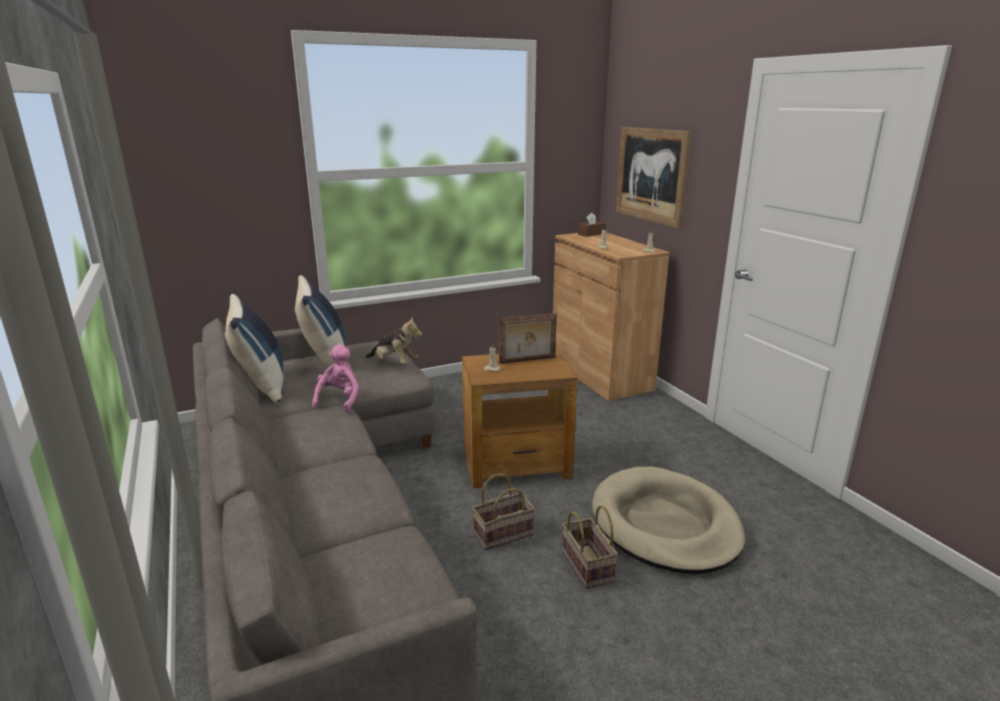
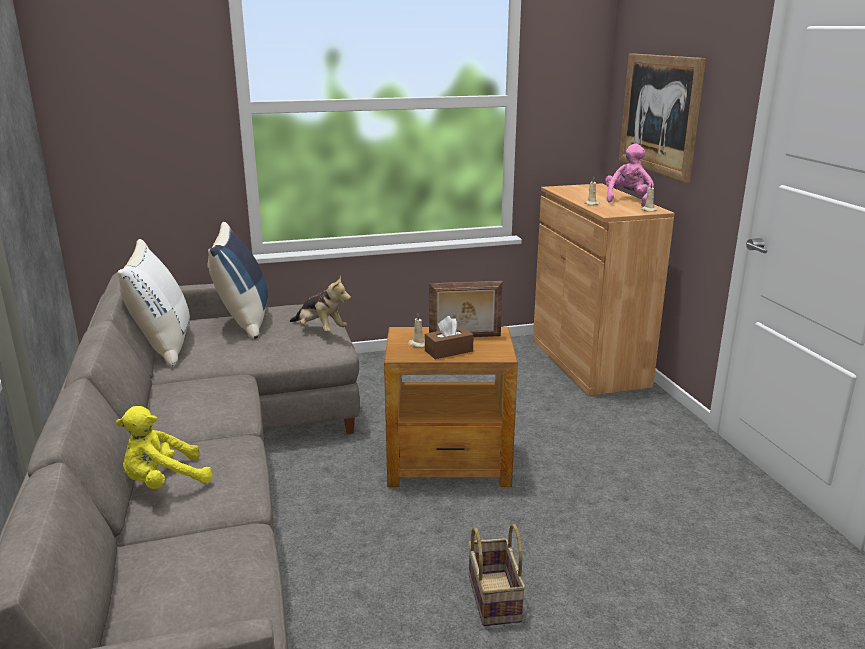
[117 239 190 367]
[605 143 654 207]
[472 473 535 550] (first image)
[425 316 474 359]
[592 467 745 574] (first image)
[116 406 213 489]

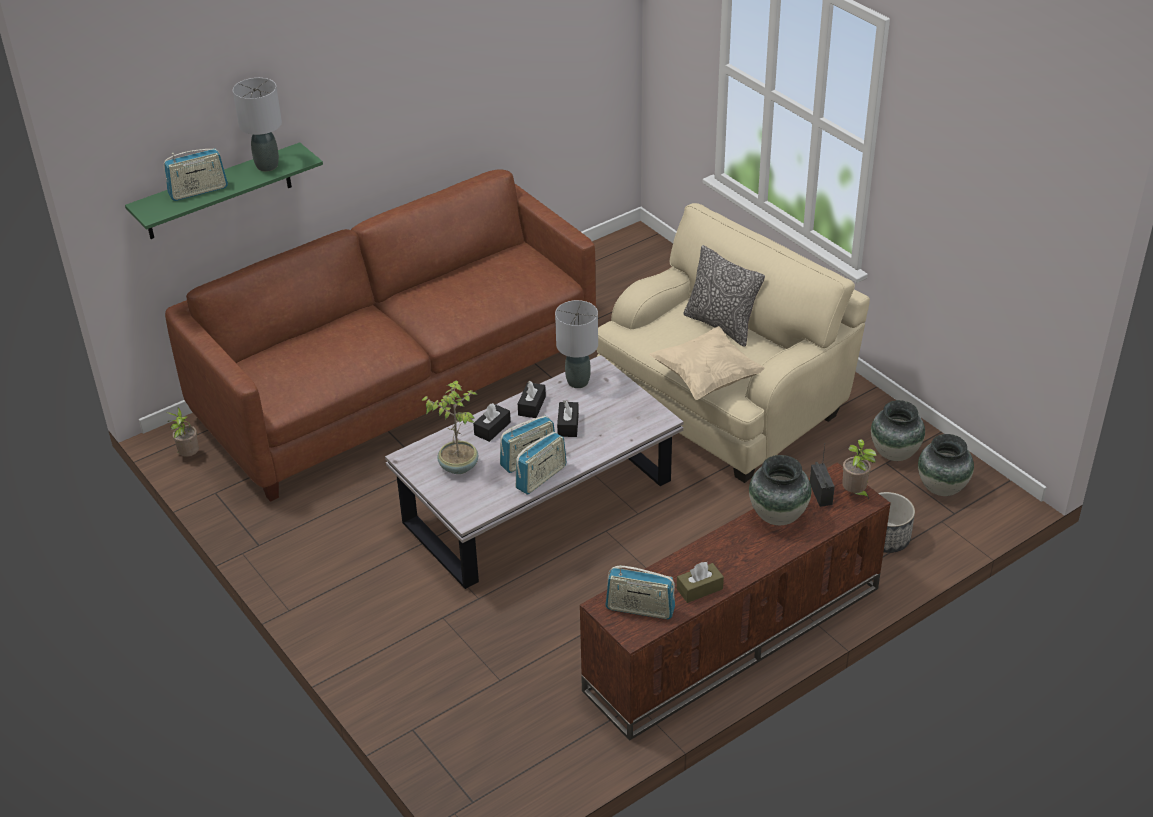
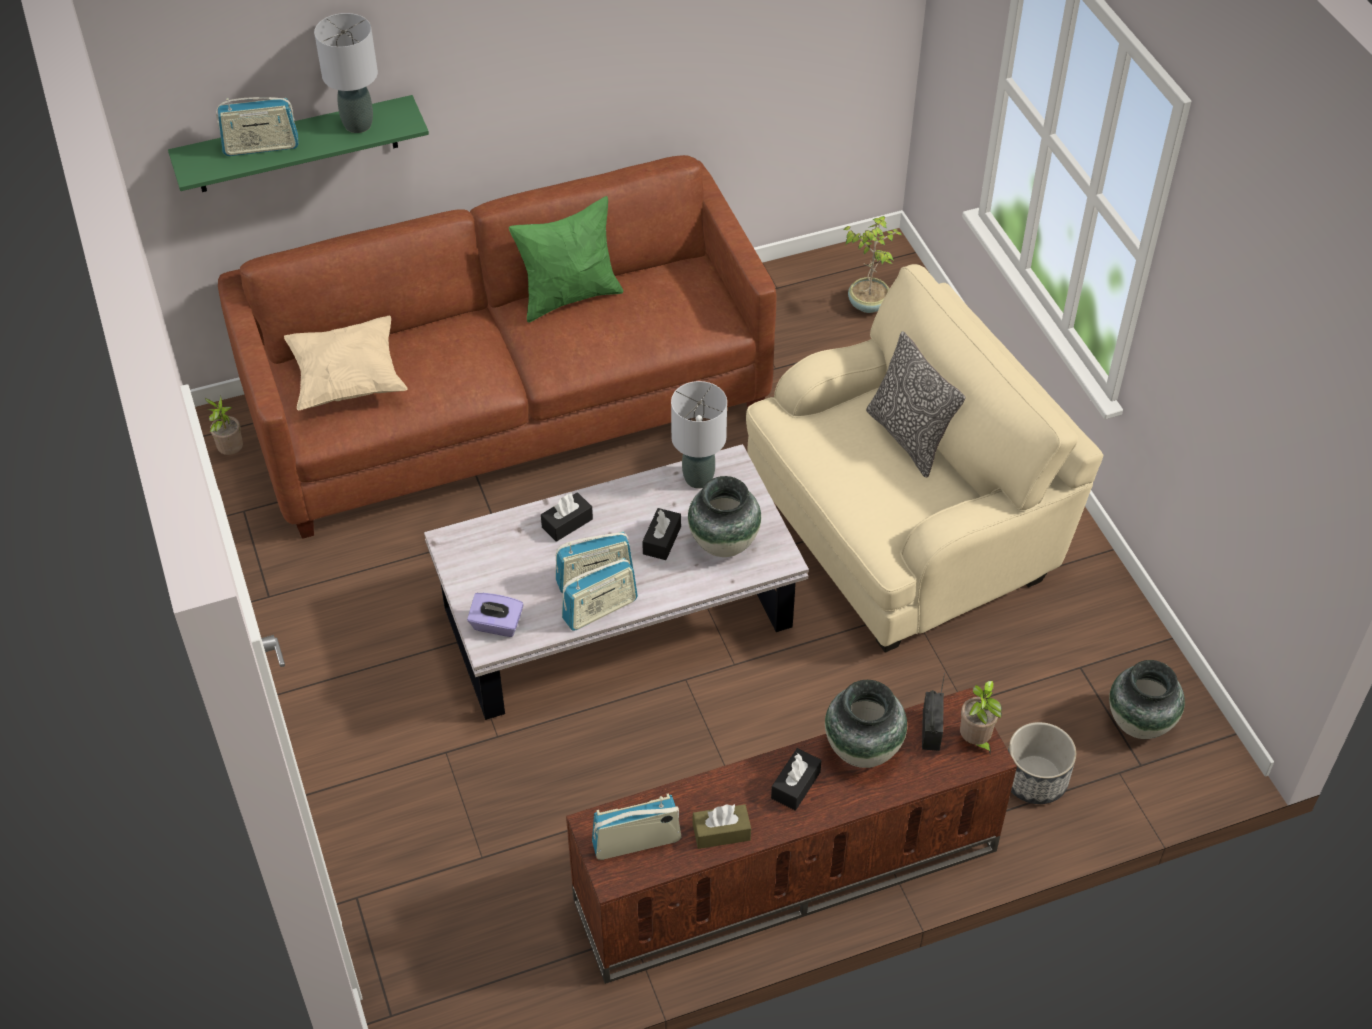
[843 216 903 313]
[771 748 822 811]
[592 793 681 860]
[284 316 408 410]
[688 476 761 557]
[467 593 524 637]
[509 196 623 323]

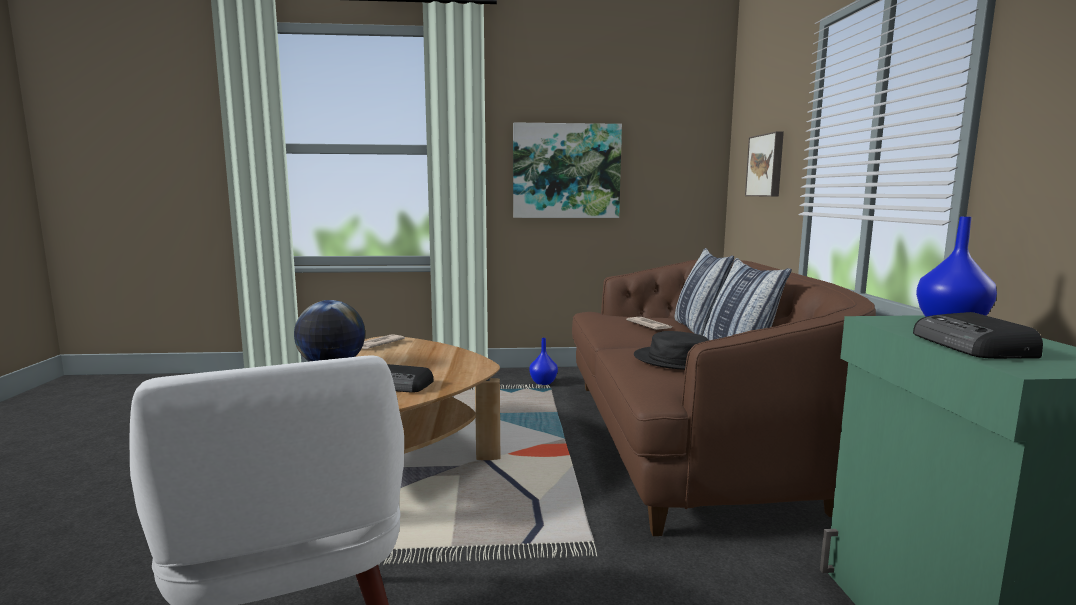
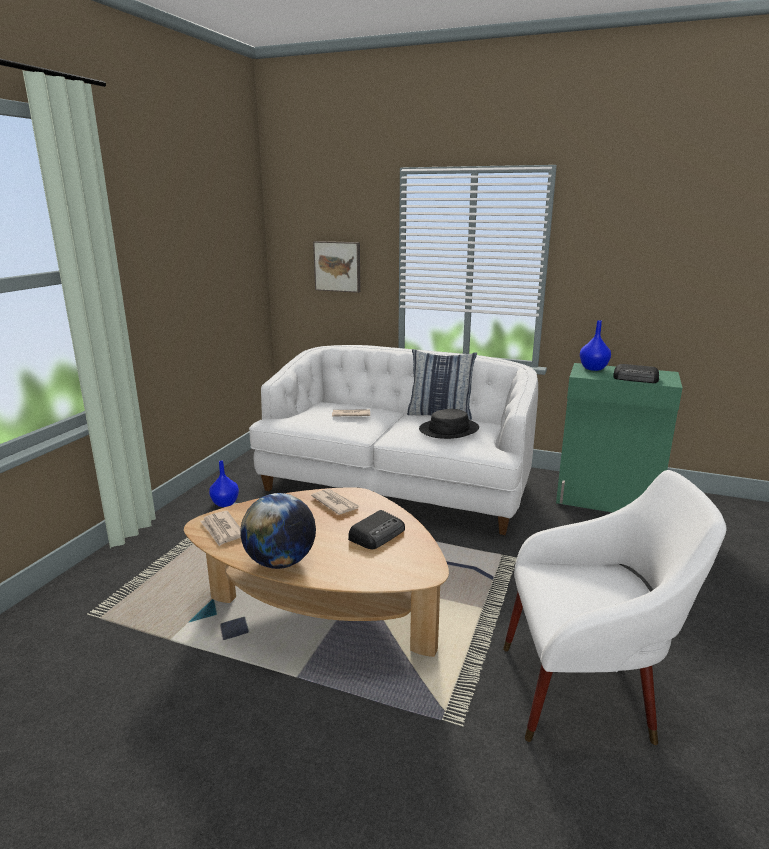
[513 122 622 218] (first image)
[249 345 538 535]
[674 248 734 336] (first image)
[311 489 360 515]

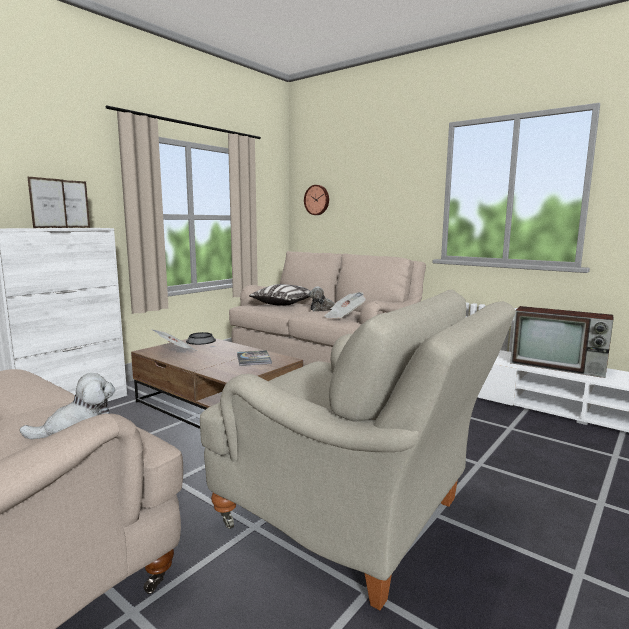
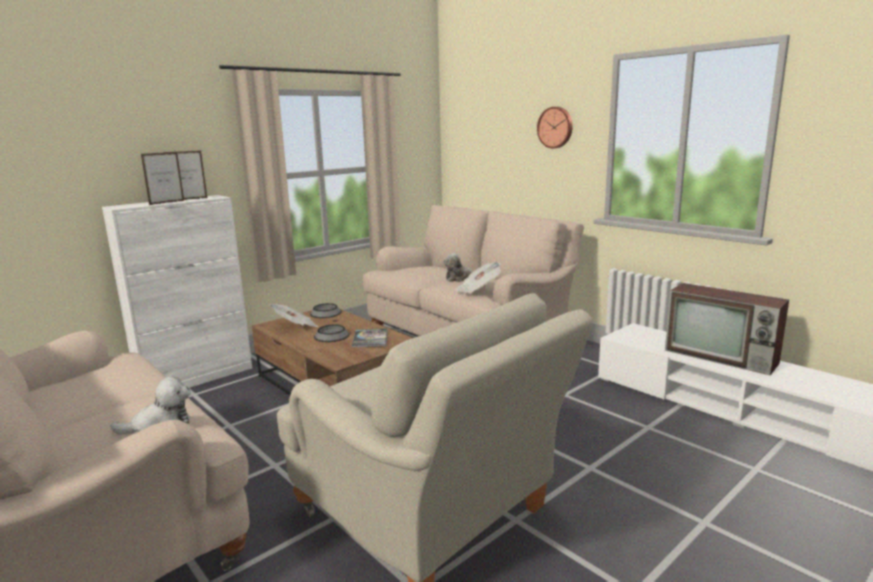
[249 284 311 306] (first image)
[537 107 573 148]
[314 324 349 342]

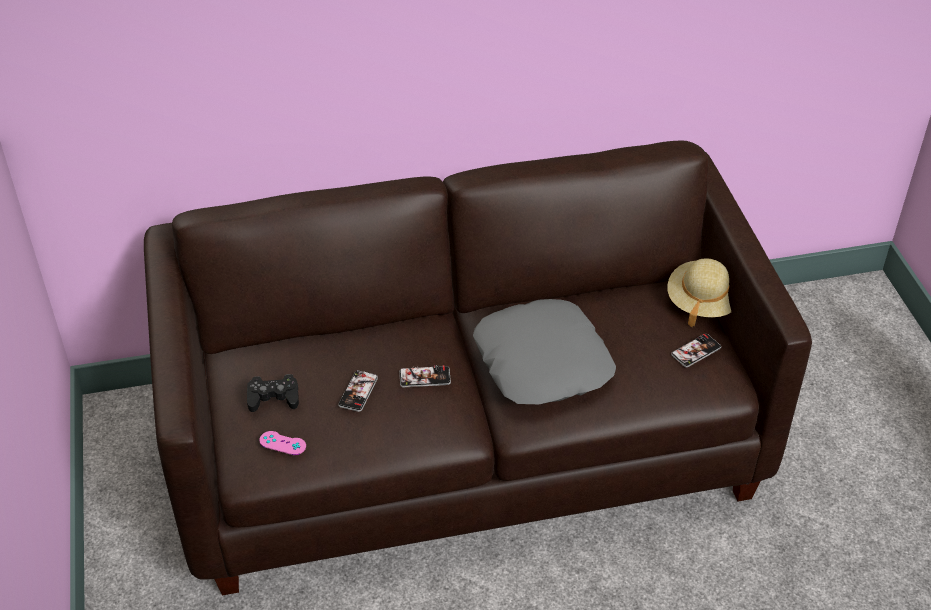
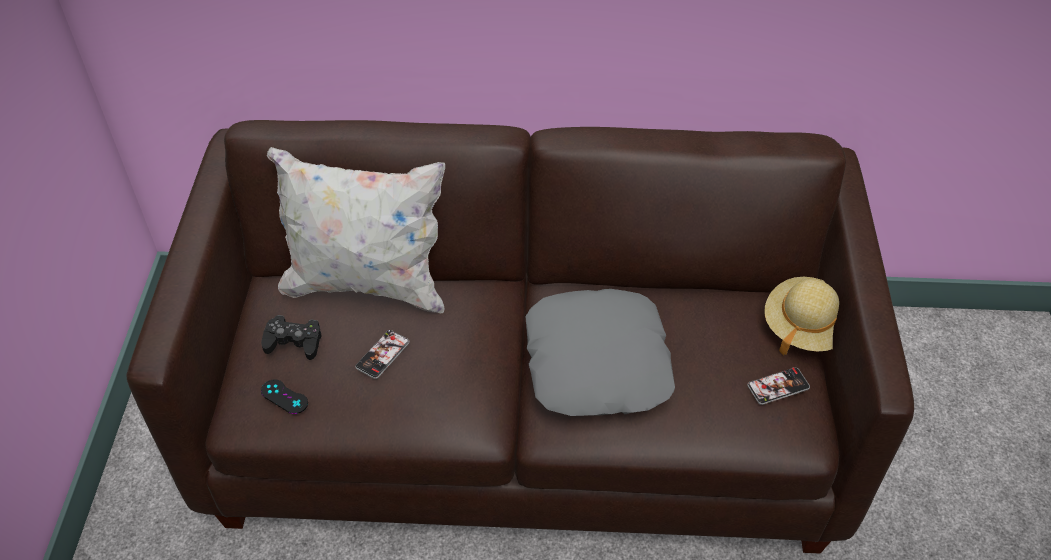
[261 379 308 414]
[399 365 451 388] (first image)
[267 147 445 313]

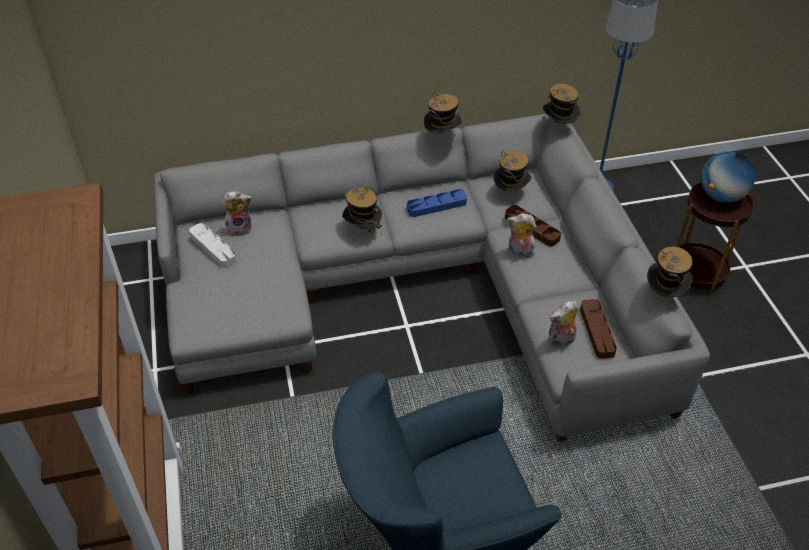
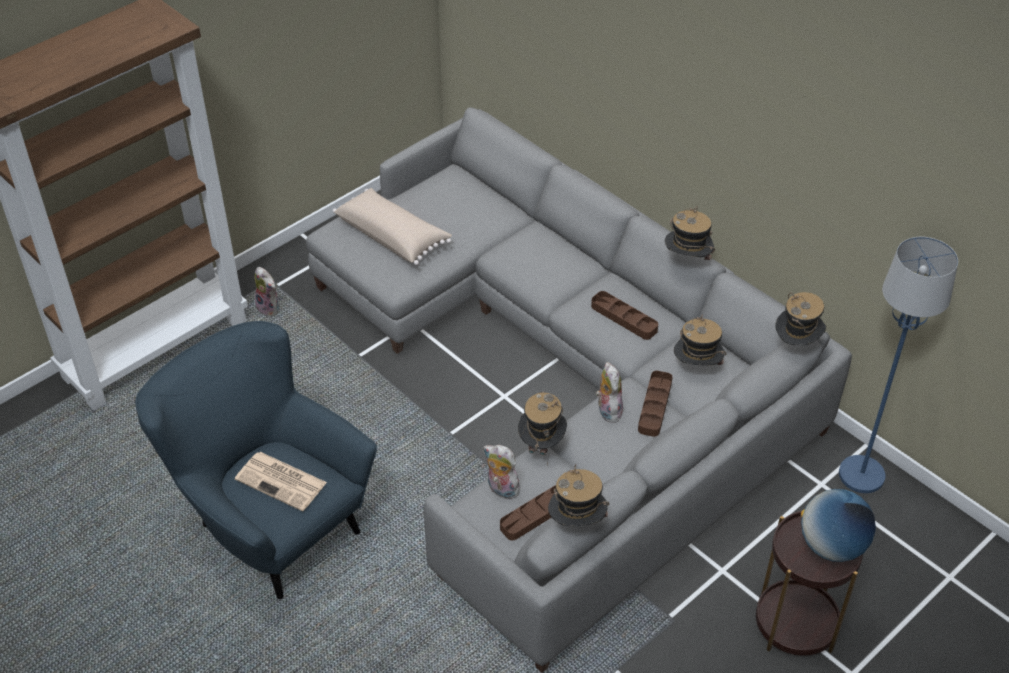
[189 223 237 267] (first image)
[255 267 279 317]
[518 392 567 465]
[591 291 658 340]
[235 452 327 511]
[333 188 452 265]

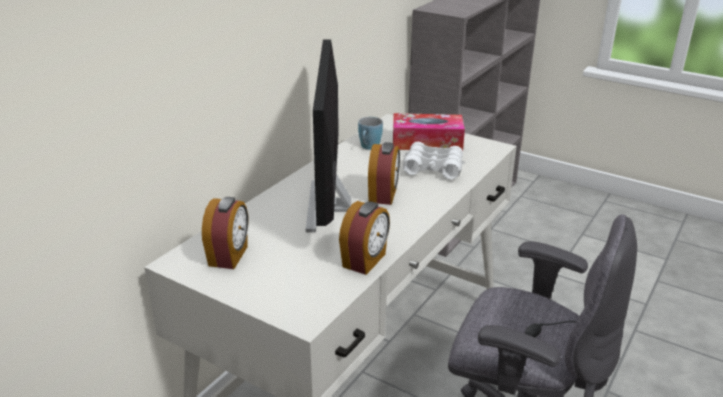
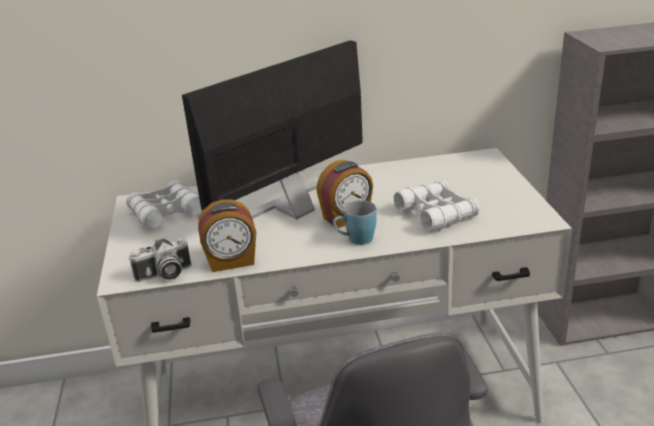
[126 181 202 229]
[333 200 377 245]
[393 113 465 151] (first image)
[129 238 191 282]

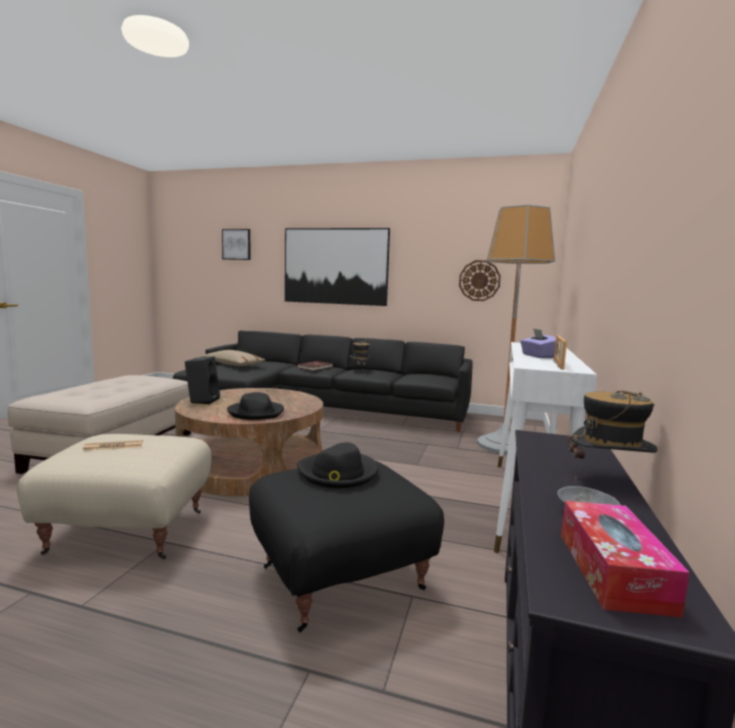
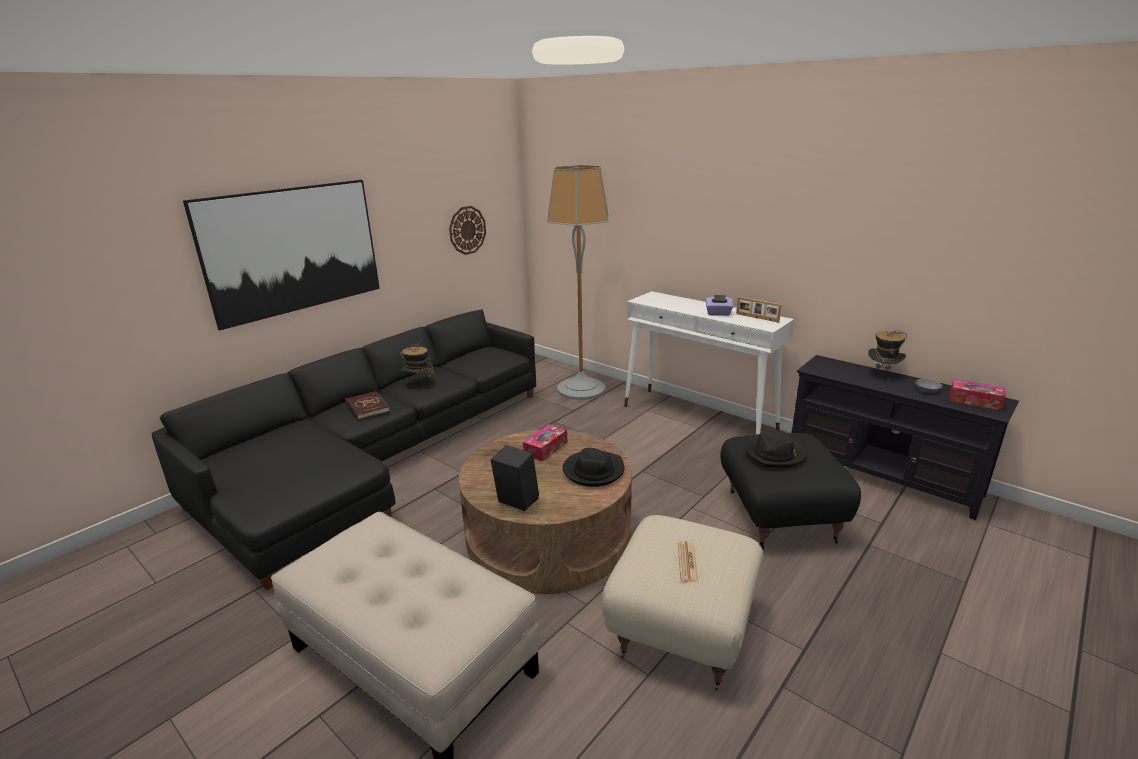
[201 350 265 366] (first image)
[222 229 250 260] (first image)
[523 424 567 461]

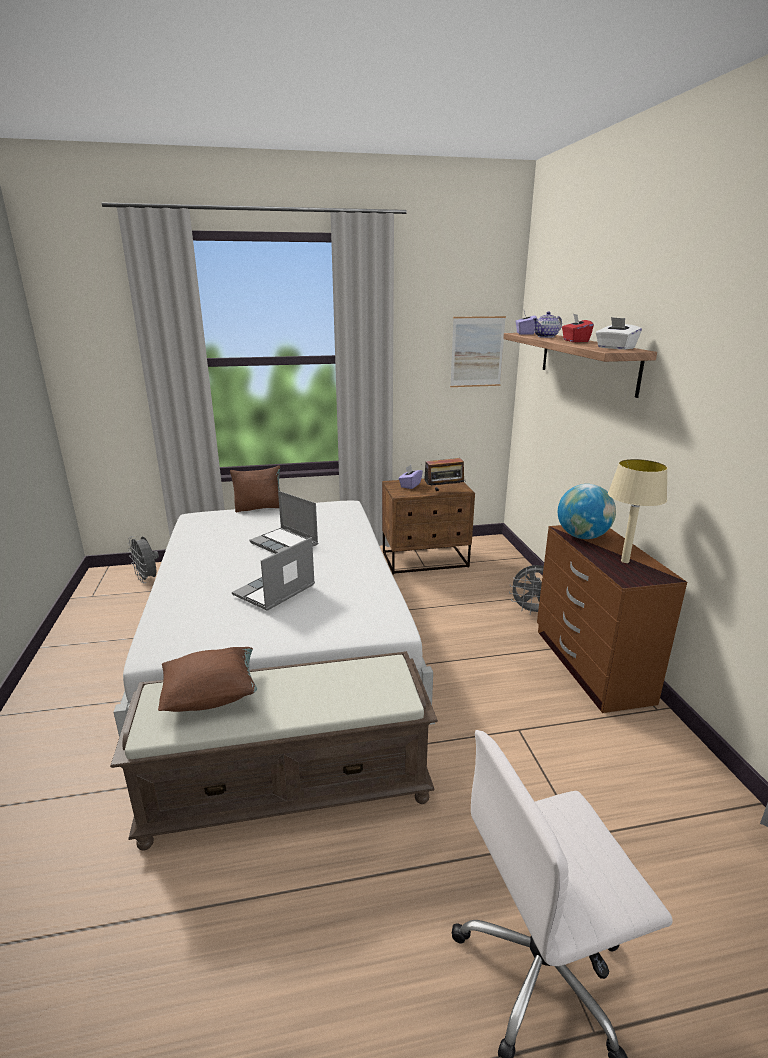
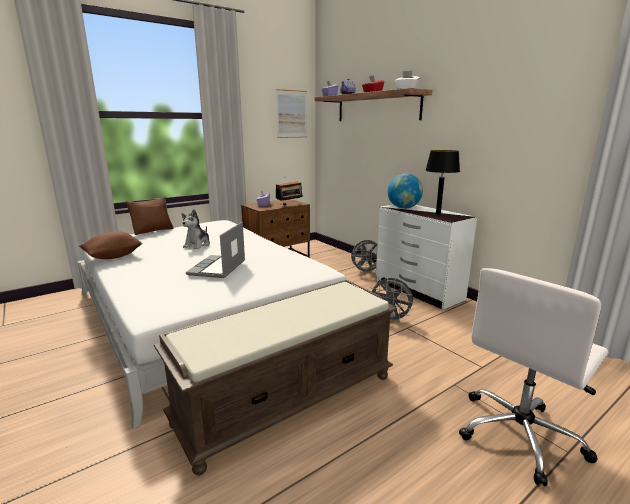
[370 278 414 323]
[79 232 142 259]
[182 209 210 249]
[376 205 477 310]
[425 150 460 214]

